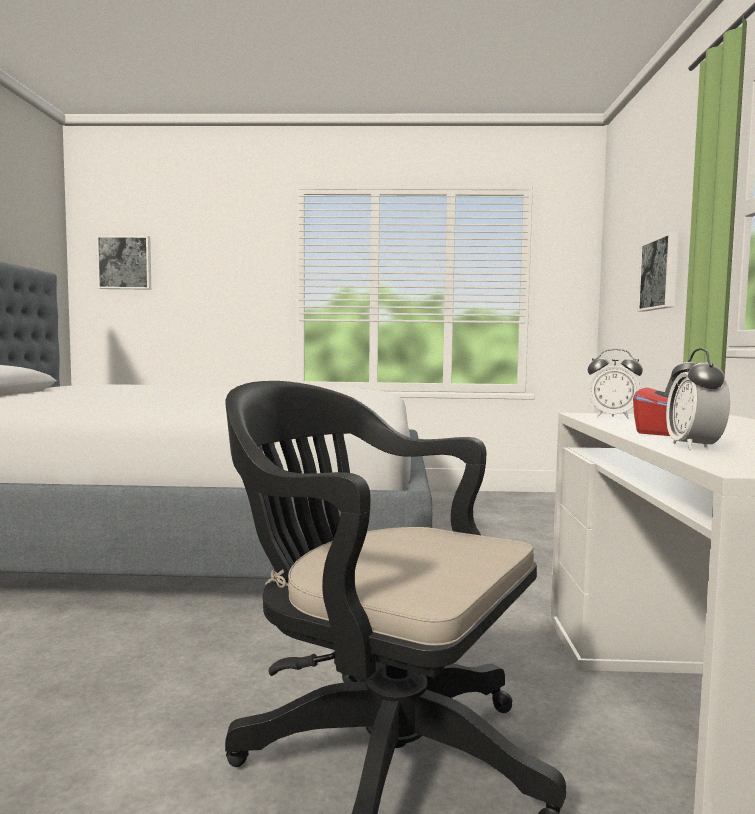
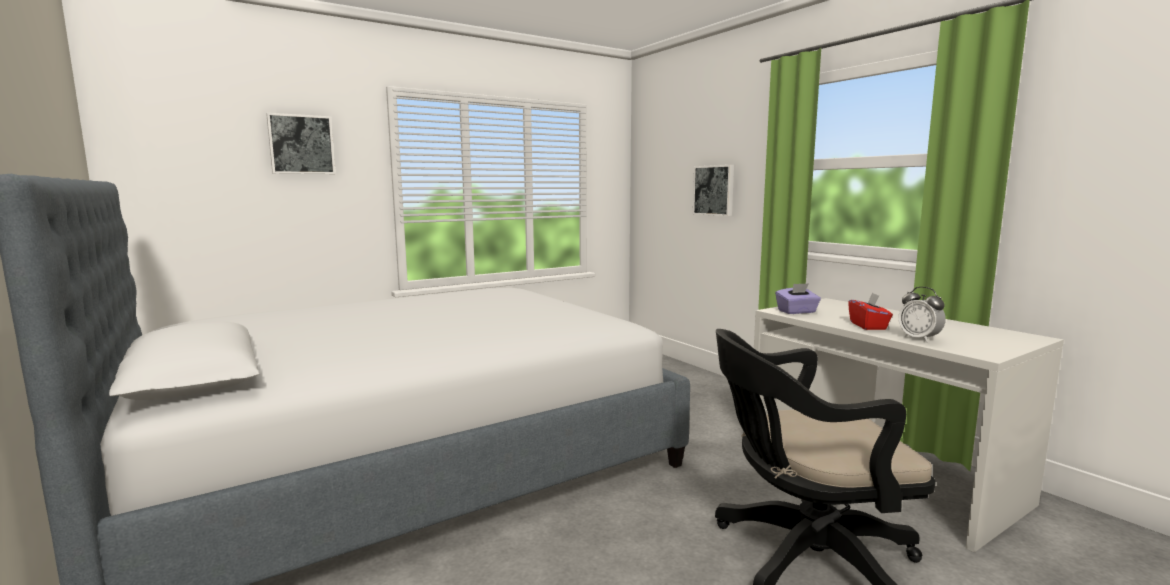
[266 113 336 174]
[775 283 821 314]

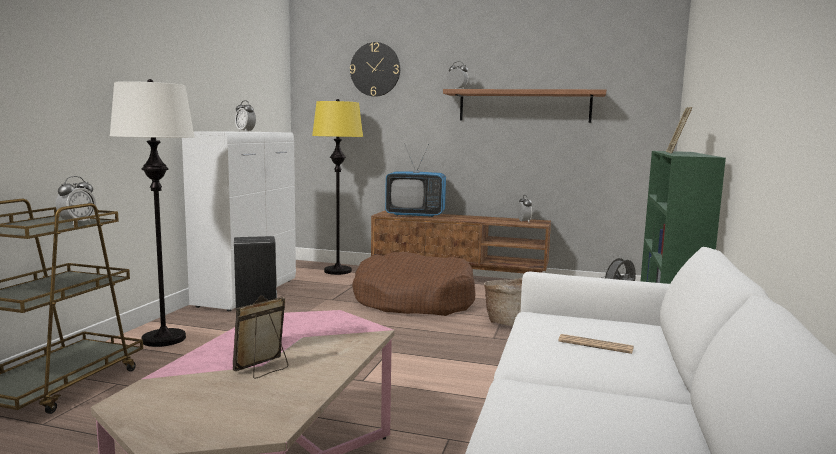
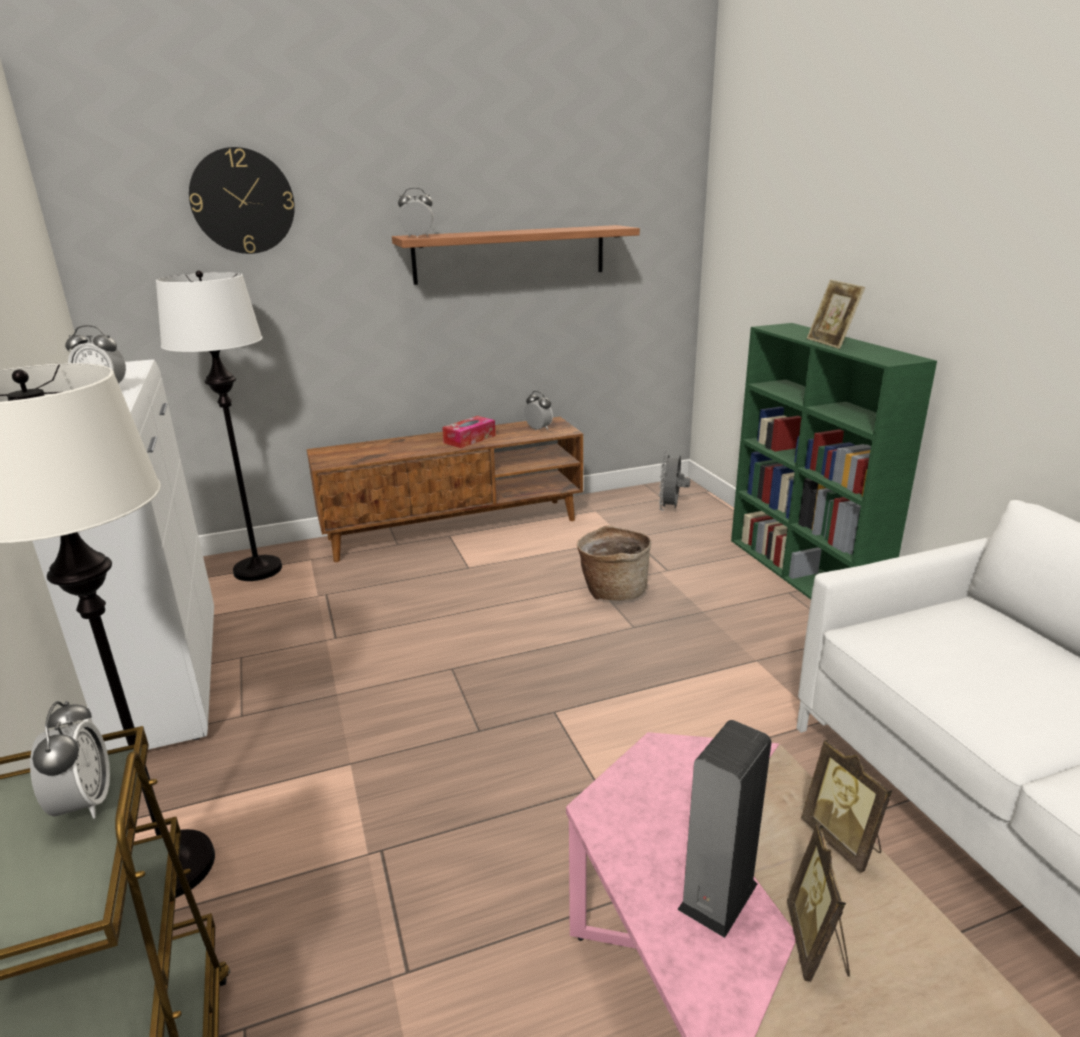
[156 271 282 581]
[352 252 475 316] (first image)
[385 143 446 217] (first image)
[558 334 634 354] (first image)
[442 416 496 448]
[801 739 892 873]

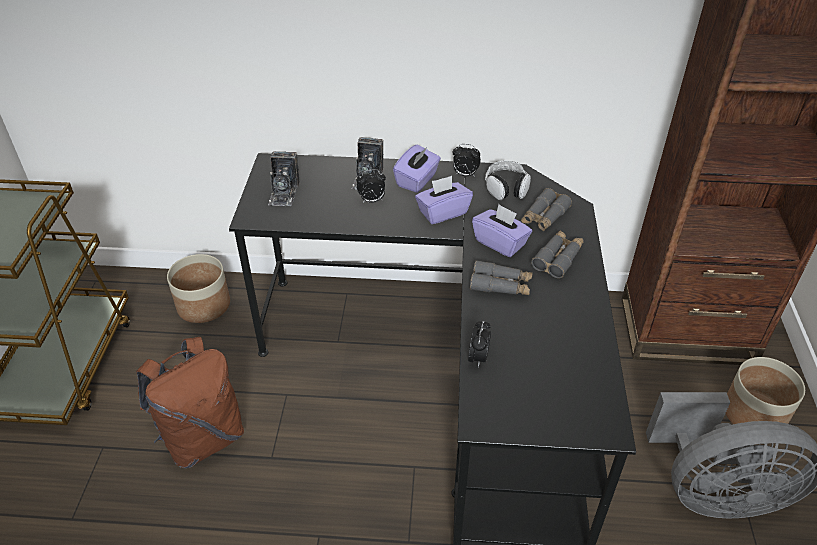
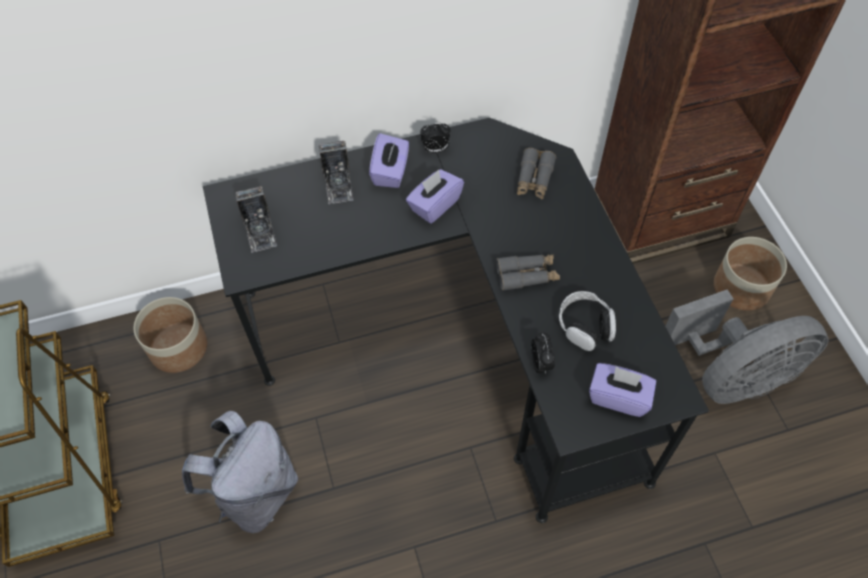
[182 411 298 533]
[356 169 386 203] (first image)
[589 363 656 417]
[559 291 616 351]
[531 230 584 278] (first image)

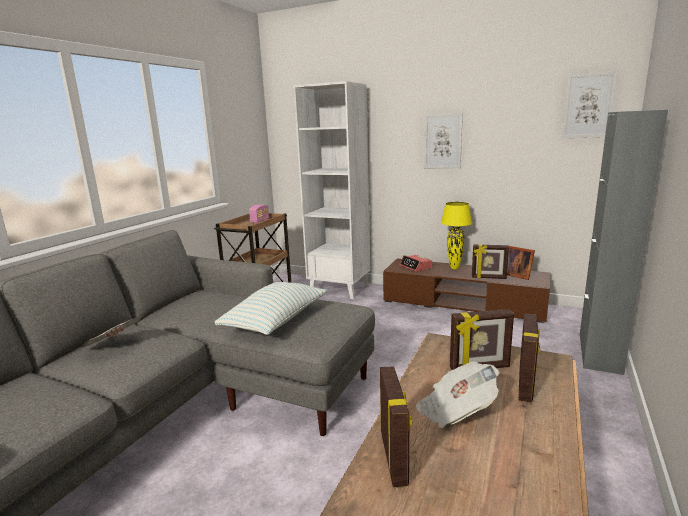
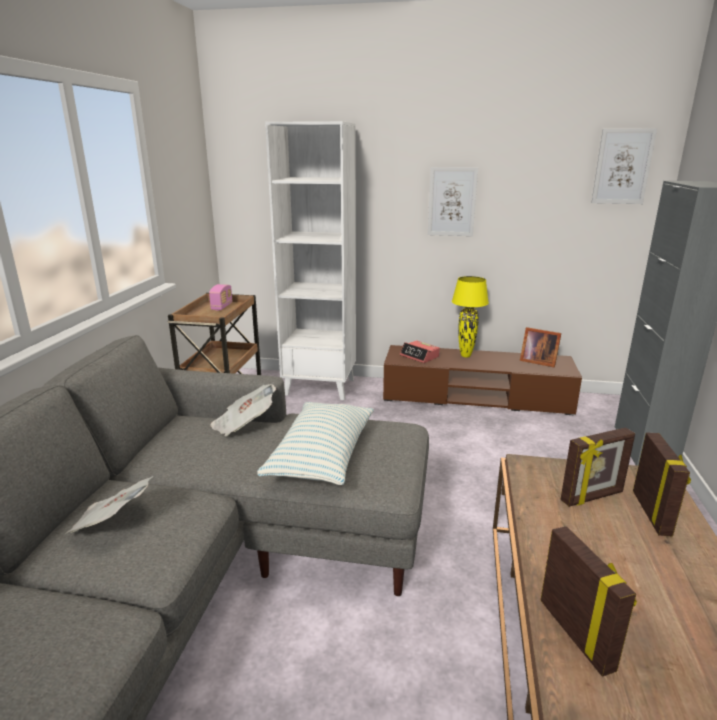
[210 384 276 436]
[472 244 509 279] (first image)

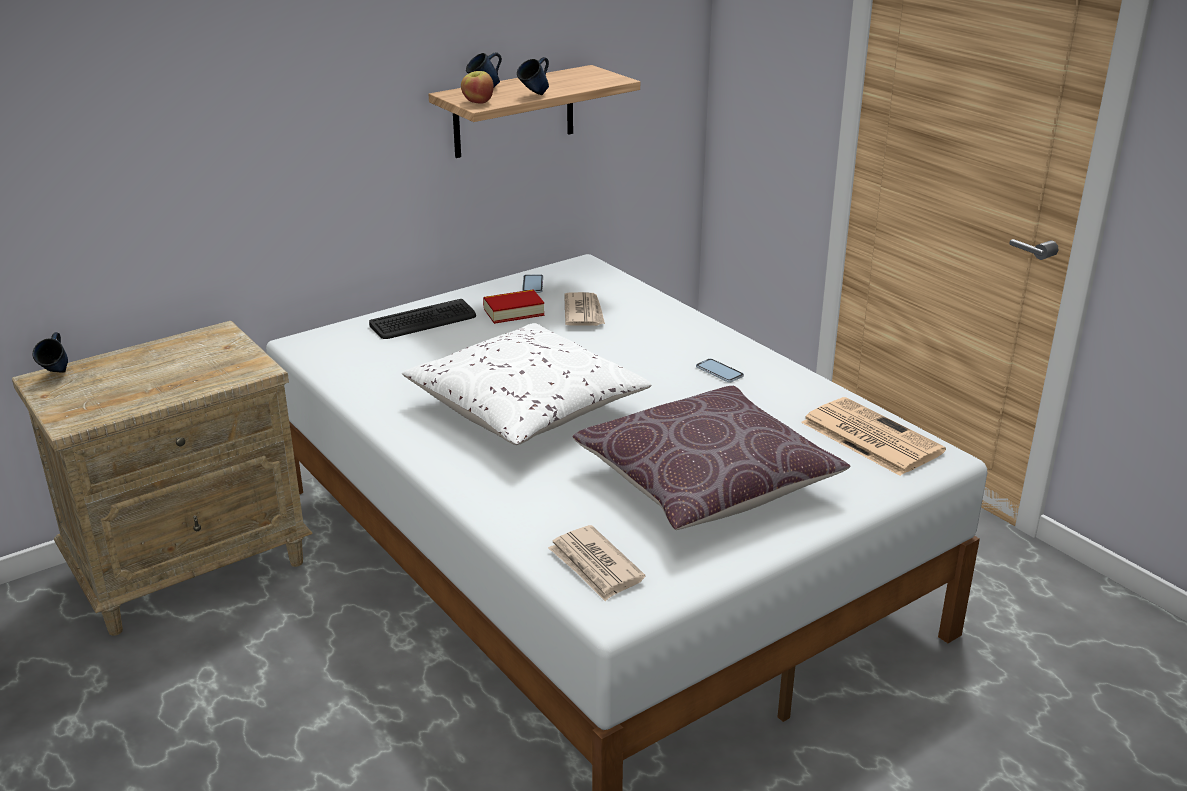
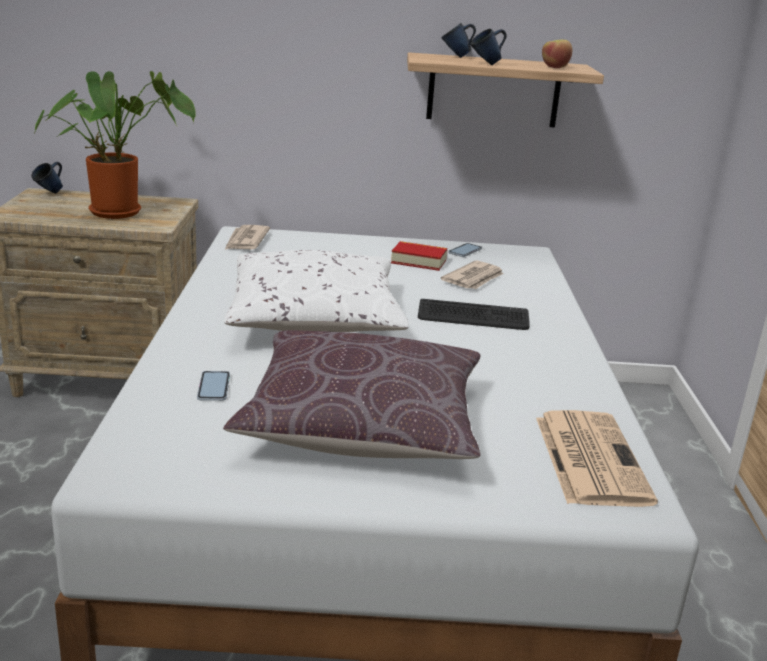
[418 299 530 330]
[542 39 572 68]
[225 225 270 250]
[197 371 230 401]
[35 71 196 219]

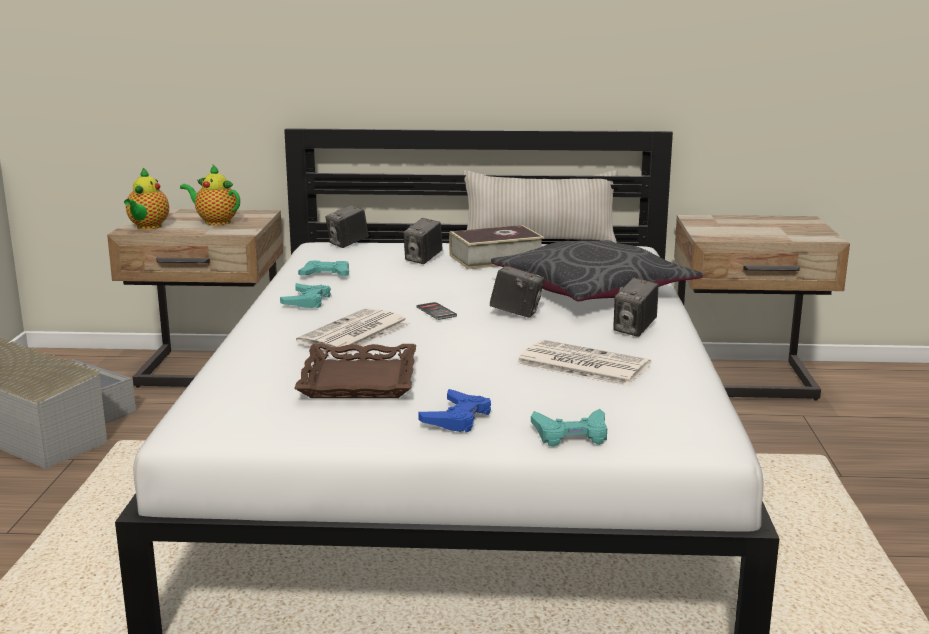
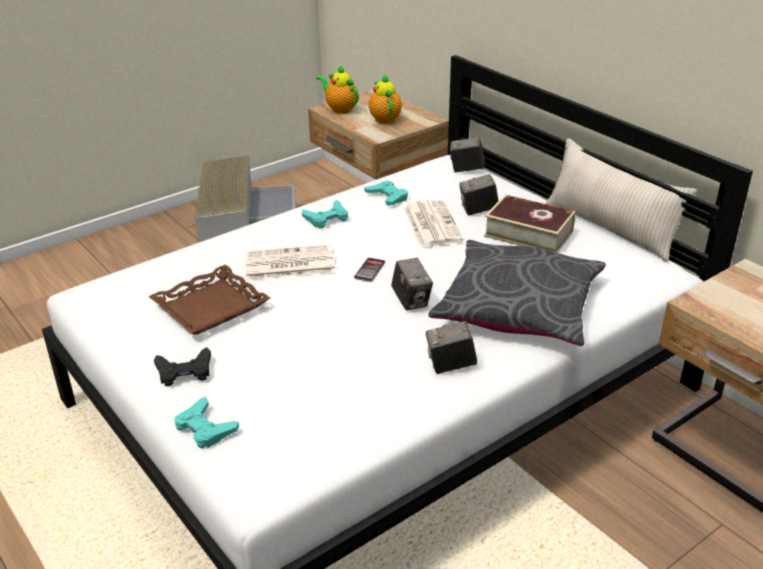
[316 65 359 114]
[154 347 211 386]
[404 199 464 247]

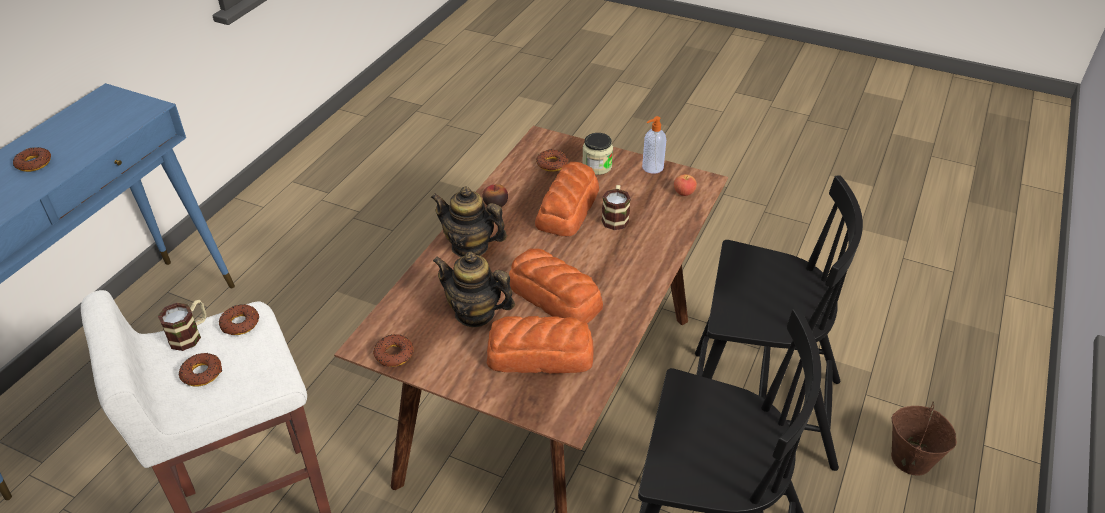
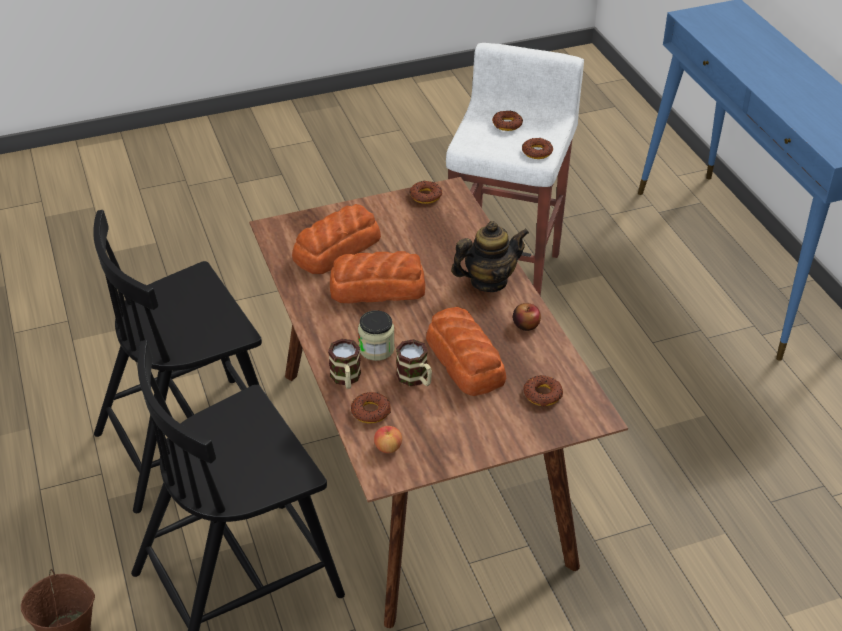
[351 392 391 424]
[328 339 361 389]
[433 252 515 327] (first image)
[358 310 395 361]
[642 116 666 174] (first image)

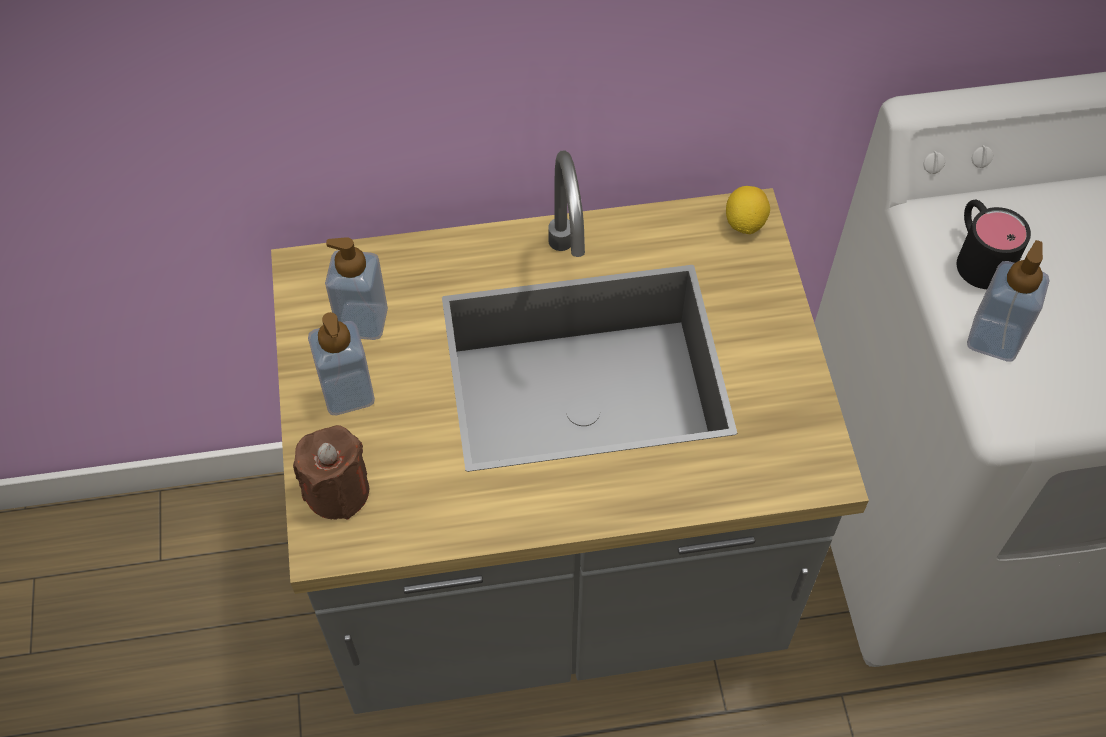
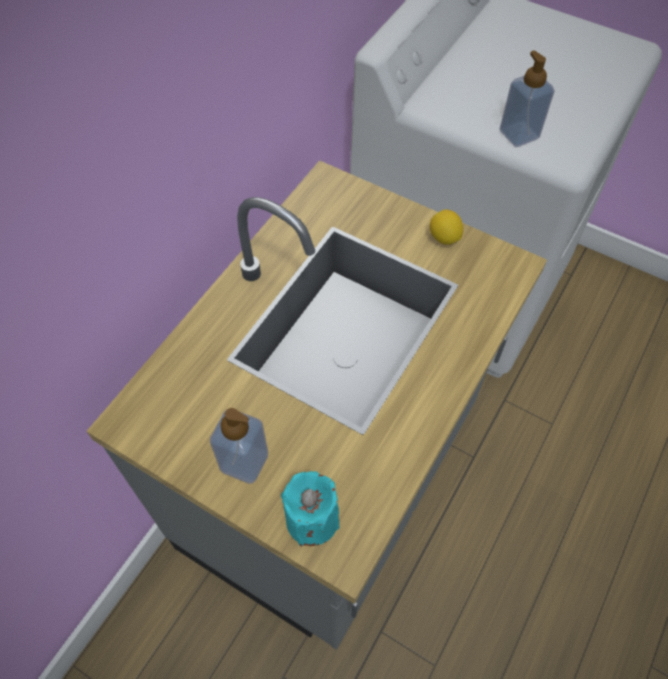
[281 471 340 546]
[325 237 388 340] (first image)
[430 209 463 245]
[957 200 1031 289] (first image)

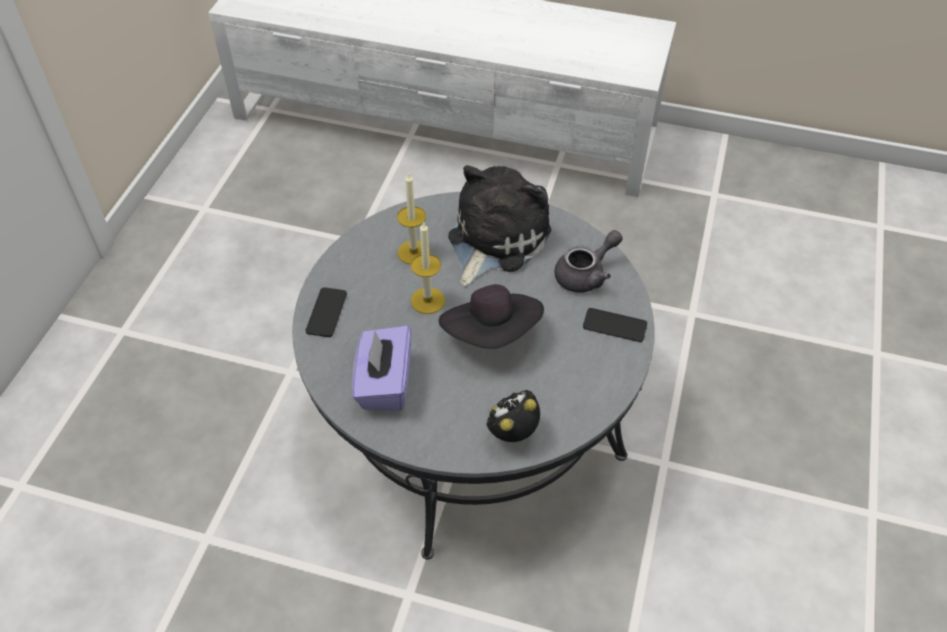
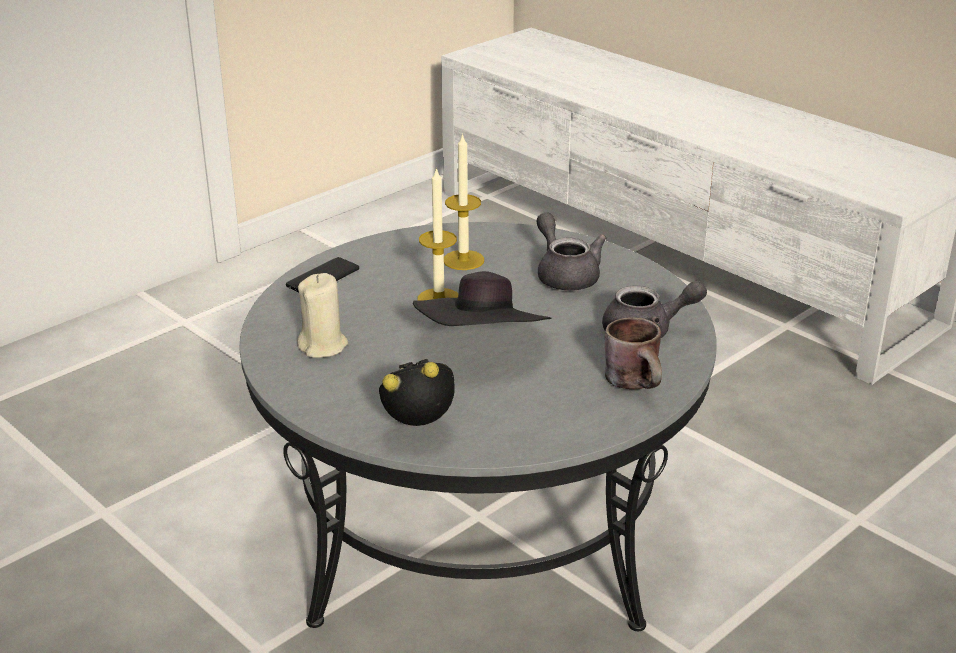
[297 273 348 358]
[537 213 606 291]
[605 317 662 389]

